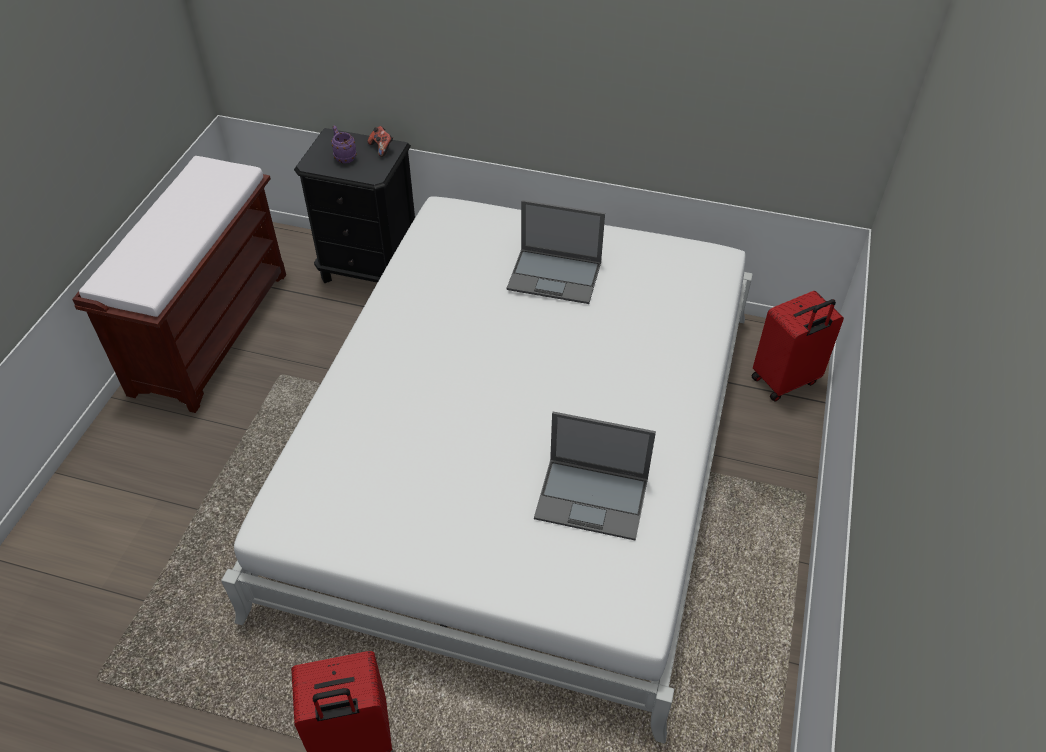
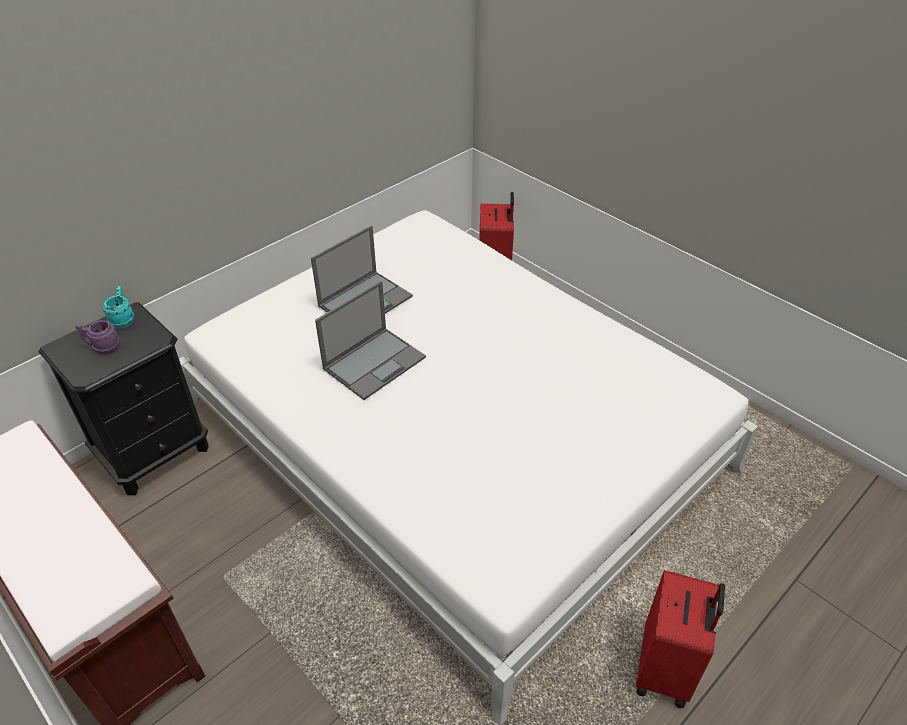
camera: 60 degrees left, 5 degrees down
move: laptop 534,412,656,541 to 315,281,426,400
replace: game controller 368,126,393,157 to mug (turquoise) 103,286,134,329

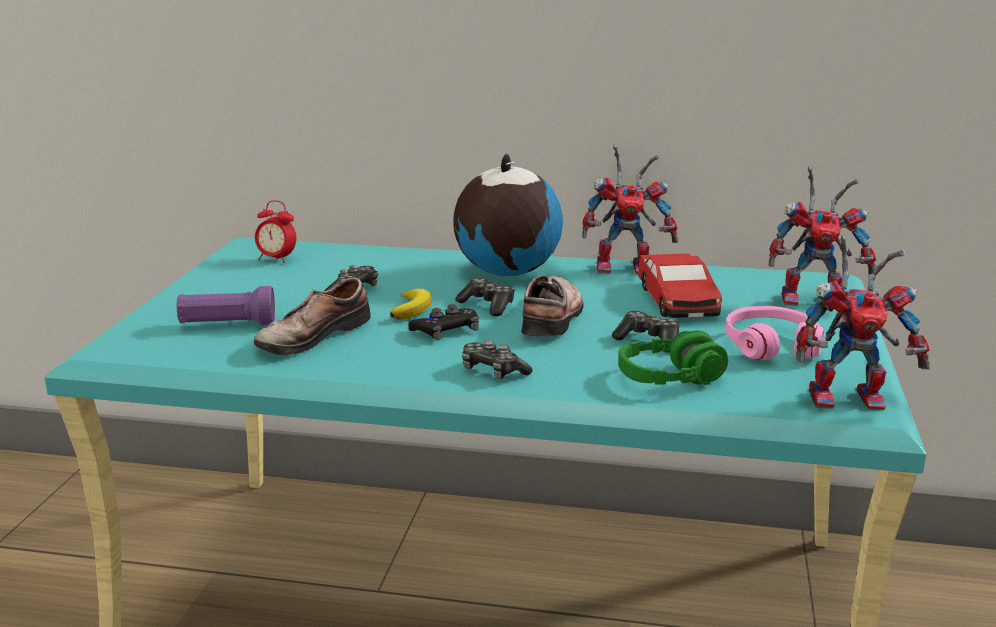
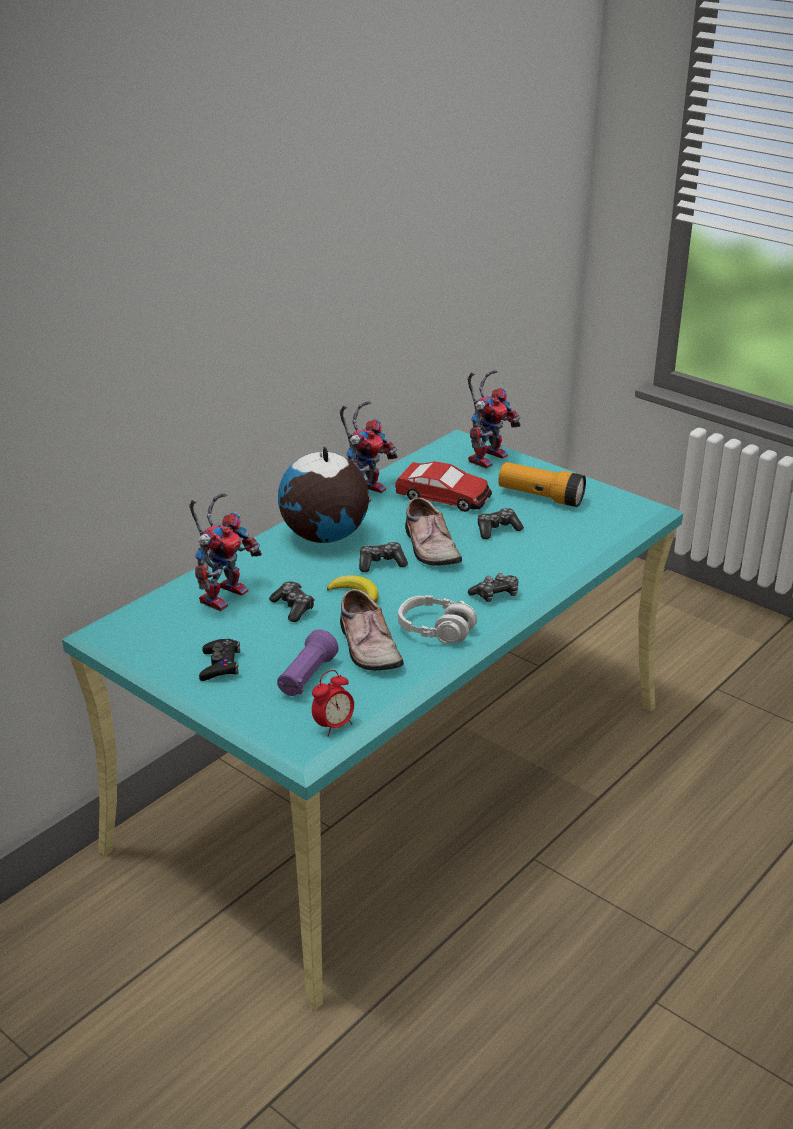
camera: 60 degrees left, 10 degrees up
delete: headphones (green) 618,330,728,385
insert: headphones (grey) 398,595,477,644
move: alarm clock 255,200,296,263 to 312,670,354,737; game controller (black) 409,304,479,341 to 199,639,240,681; toy robot 796,235,930,410 to 189,493,262,611
replace: headphones (pink) 725,306,824,360 to flashlight 499,462,586,507
rotate: shoe 521,275,583,337 = 405,498,462,566 150 degrees counterclockwise

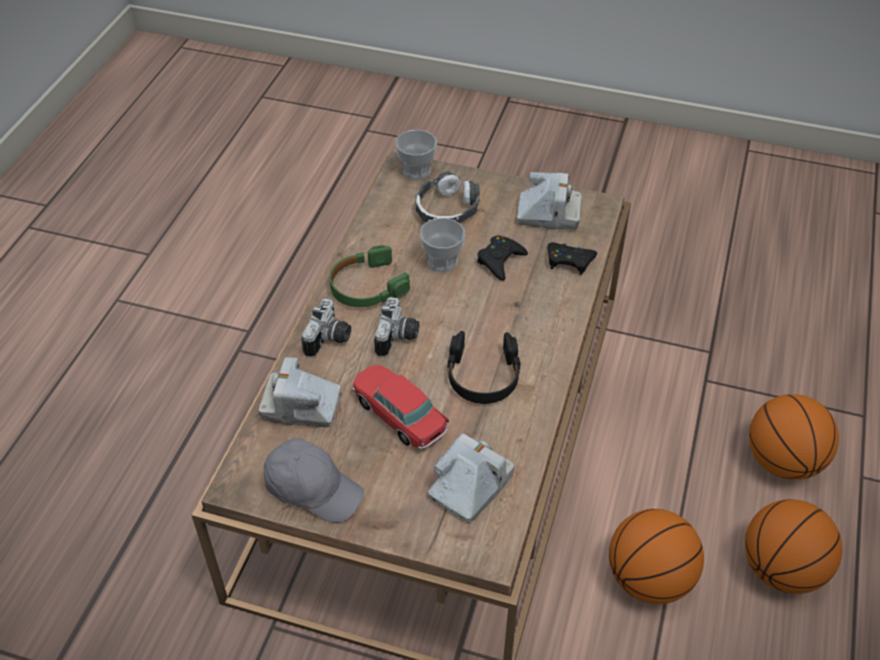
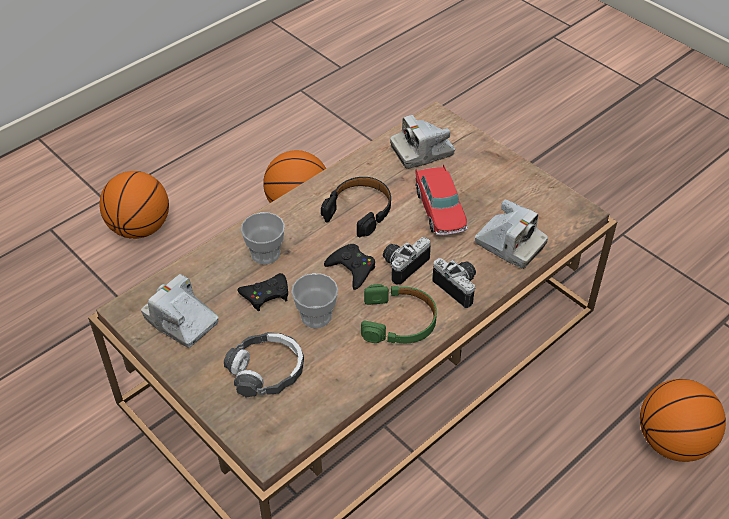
camera: 150 degrees left, 0 degrees up
delete: cap (grey) 264,438,364,523
move: cup 395,130,437,180 to 241,212,285,264; game controller (black) 548,242,597,275 to 324,244,375,290; basketball 745,499,843,594 to 640,379,726,462
rotate: photo camera 301,299,351,358 = 432,258,476,308 90 degrees clockwise

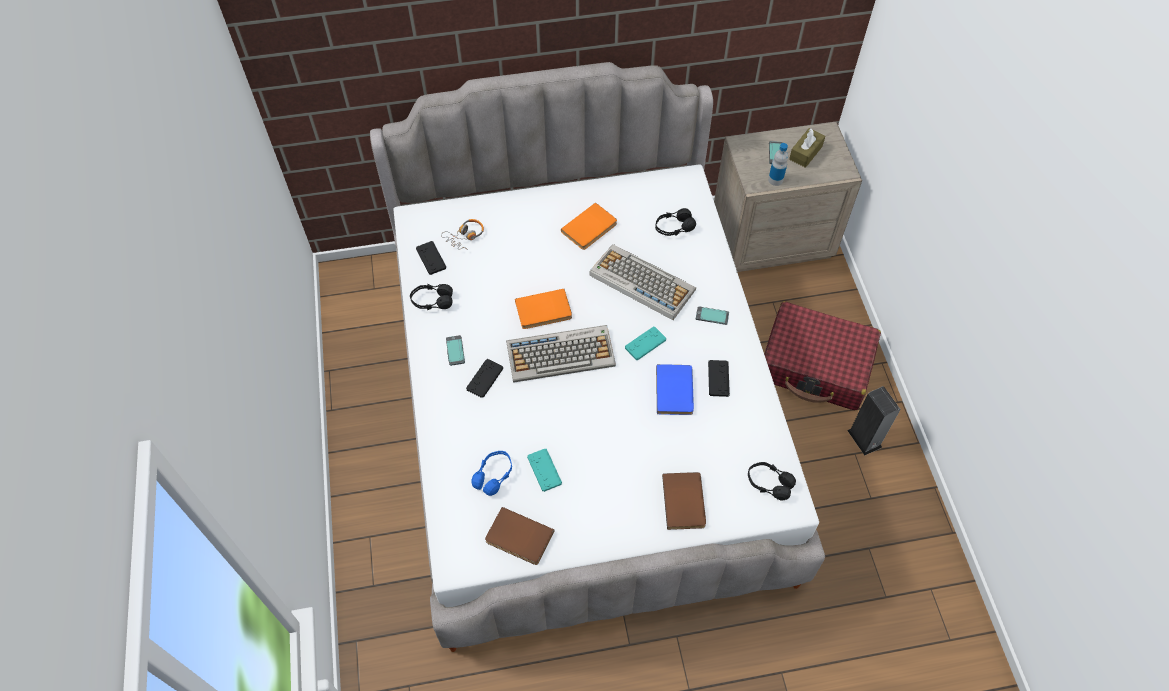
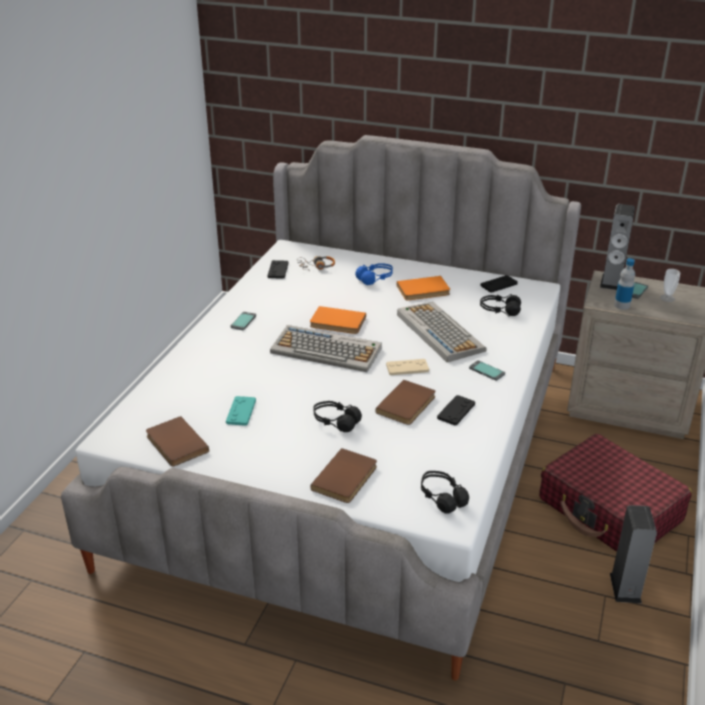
camera: 30 degrees right, 25 degrees down
insert: speaker 600,204,635,290
move: headphones (black) 410,284,453,311 to 314,401,362,432; game controller (black) 466,359,503,398 to 481,275,518,293; headphones (blue) 471,451,512,496 to 355,263,393,285
replace: tissue box (brown) 789,128,825,168 to cup 660,269,680,302
recolor: game controller (turquoise) 625,326,666,360 to game controller (beige) 386,359,429,375; book (blue) 656,364,694,415 to book (brown) 375,380,435,425

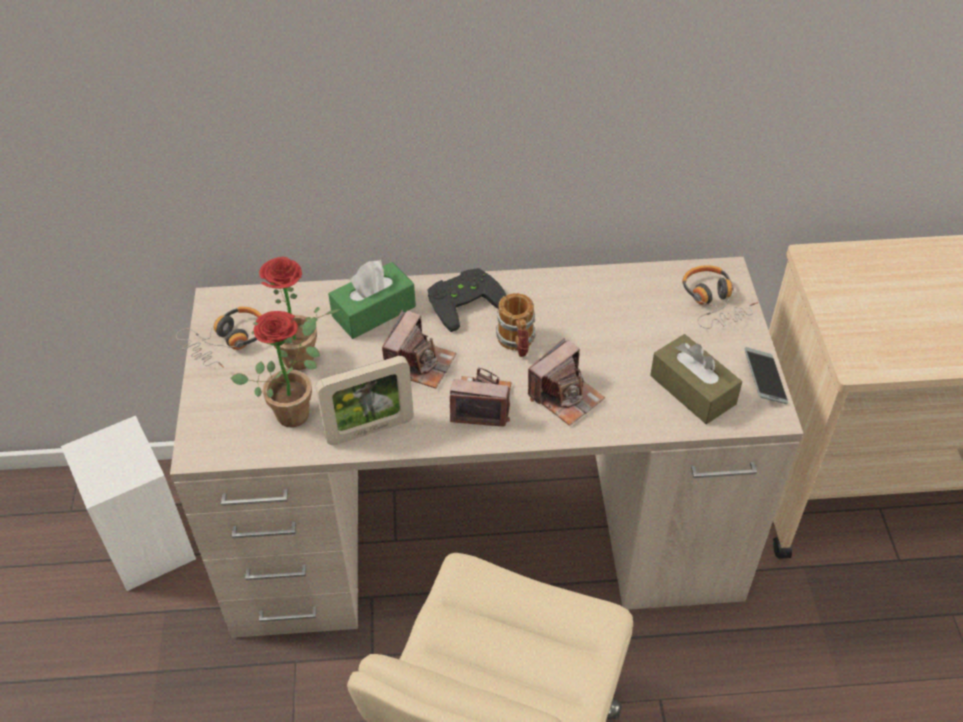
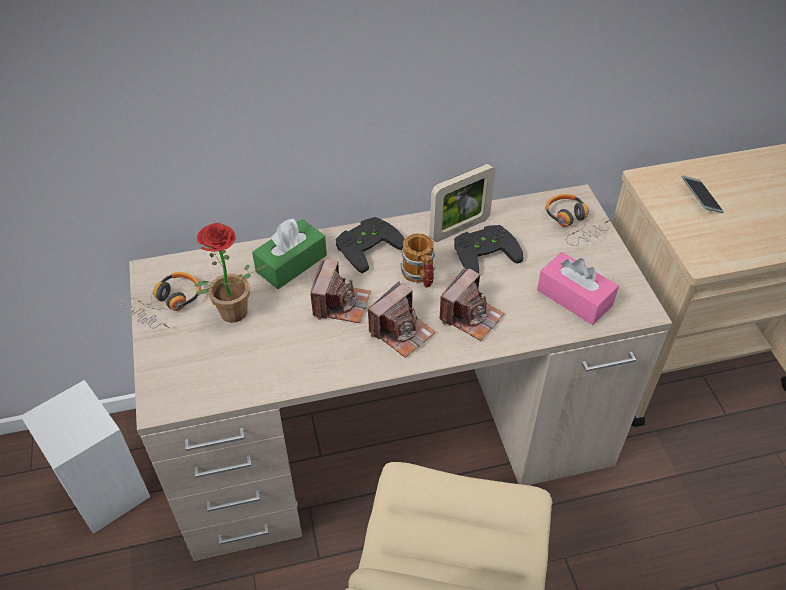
camera: 10 degrees left, 0 degrees up
delete: potted plant 230,311,320,427
insert: game controller (black) 454,225,523,273
move: picture frame 316,356,414,445 to 429,164,495,242; phone 744,347,788,404 to 681,175,724,213
recolor: tissue box (brown) 650,334,742,424 to tissue box (pink) 537,252,619,325
rotate: photo camera 450,367,511,427 = 368,281,436,358 135 degrees clockwise

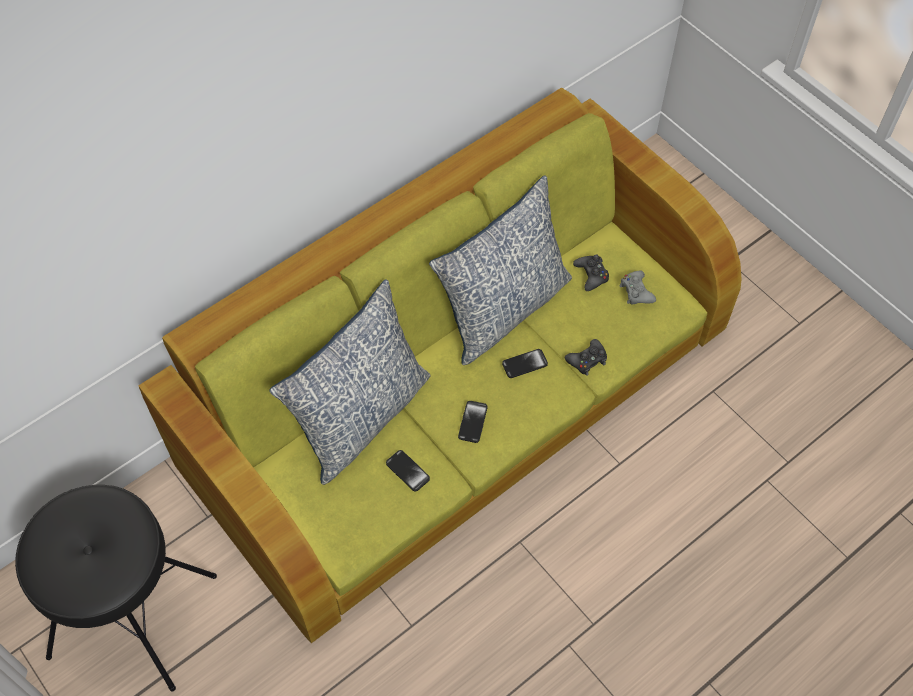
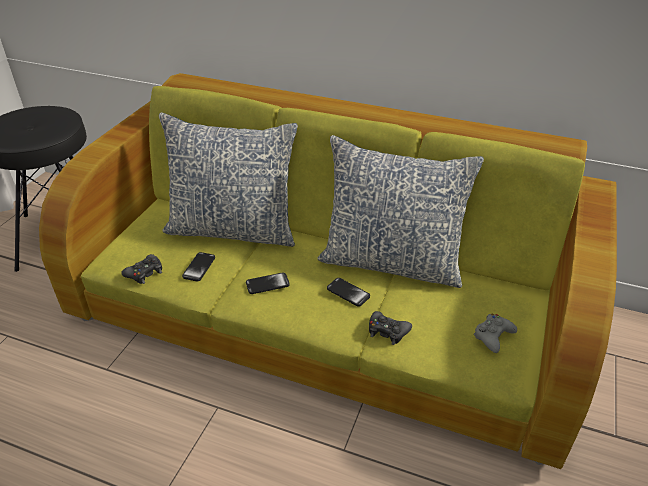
camera: 60 degrees right, 20 degrees down
move: game controller (black) 573,255,609,291 to 121,254,162,284

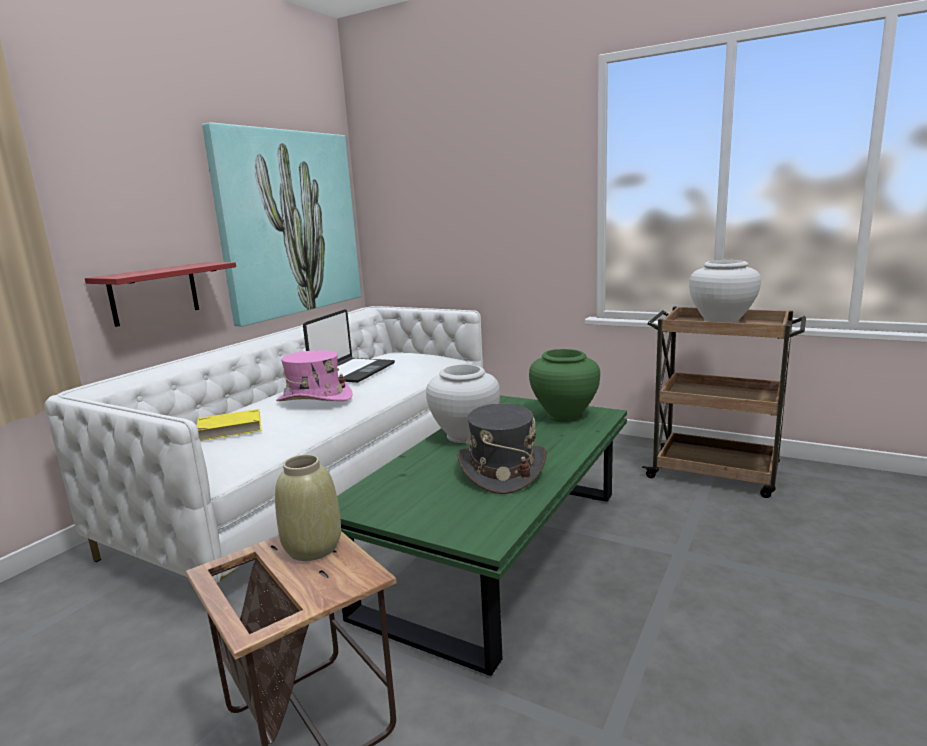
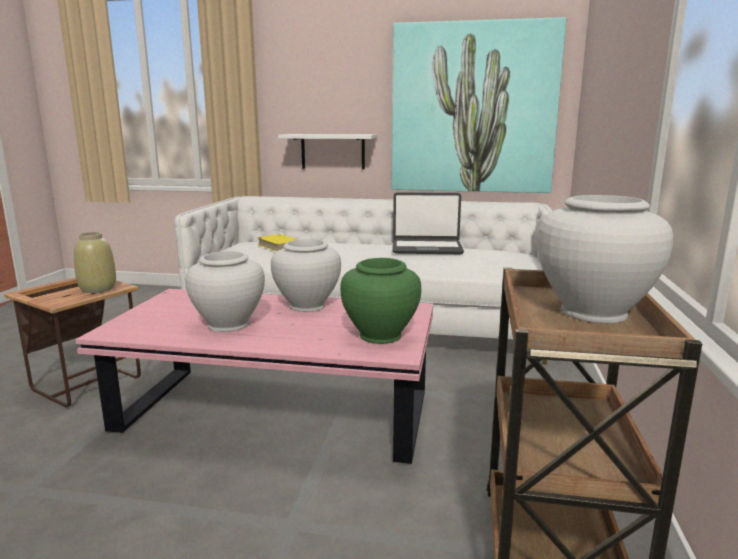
camera: 70 degrees right, 0 degrees up
delete: hat (pink) 276,350,353,401
replace: hat (grey) 457,403,547,494 to vase (white) 185,251,265,332
recolor: shelf (red) 85,262,236,327 to shelf (white) 278,134,377,169; coffee table (green) 337,395,627,676 to coffee table (pink) 75,289,433,464

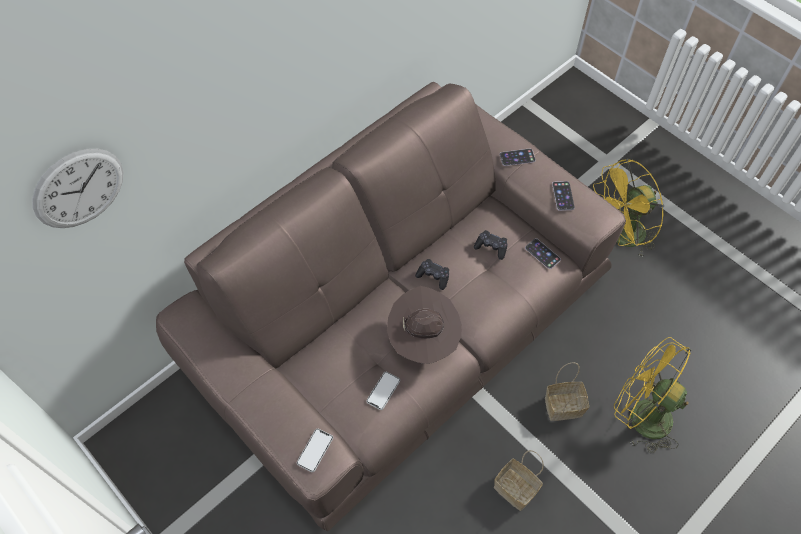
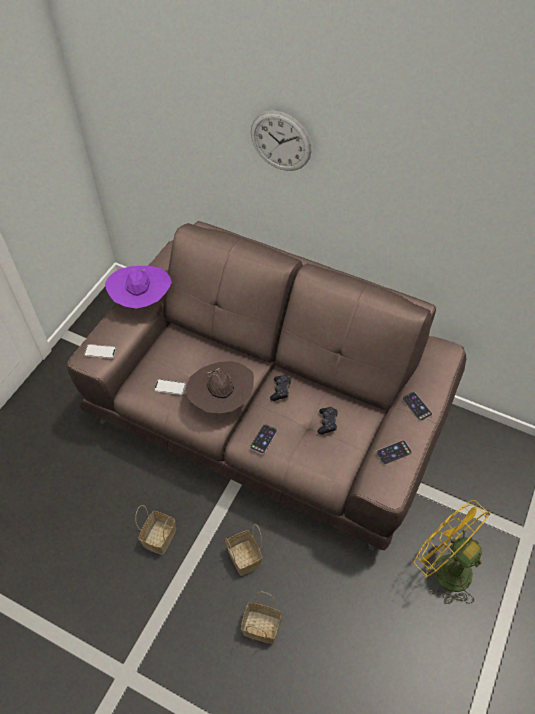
camera: 70 degrees right, 5 degrees down
insert: hat (purple) 105,266,172,309
move: wall clock 32,149,123,228 to 251,111,312,171; phone 525,238,561,269 to 250,424,277,454
replace: fan (yellow) 614,337,692,454 to basket 241,592,281,644

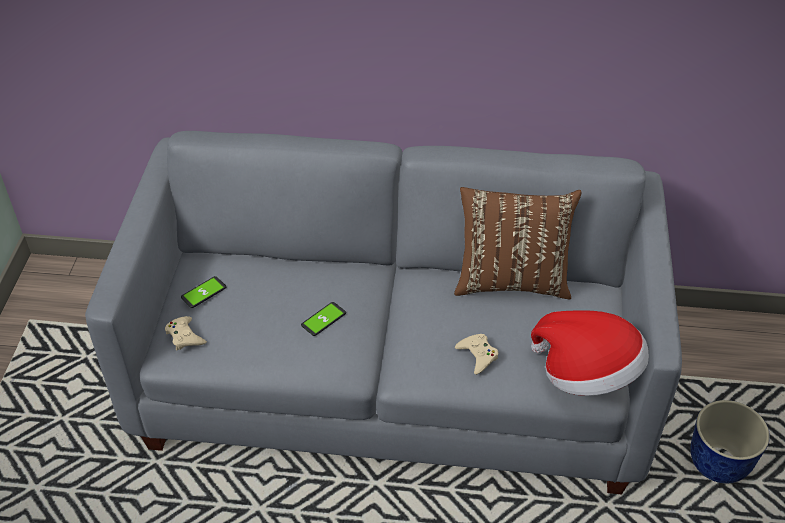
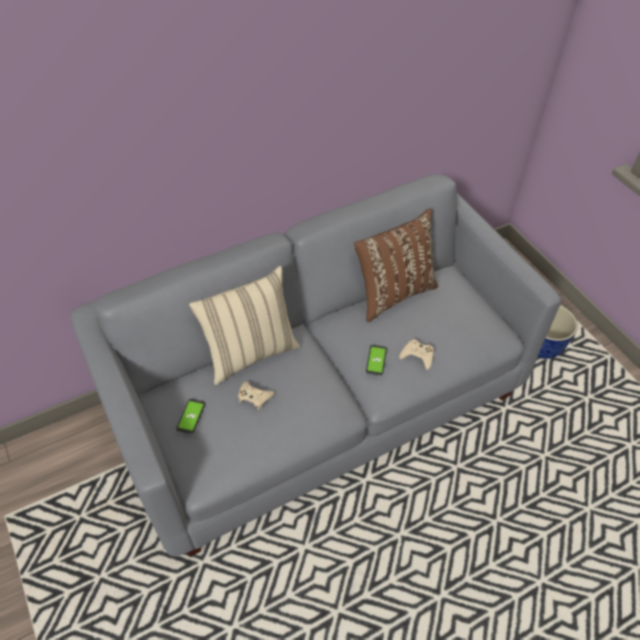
camera: 35 degrees left, 5 degrees up
delete: hat 531,310,649,396
insert: pillow (beige) 189,266,301,385
move: game controller (beige) 165,316,207,351 to 238,381,275,410; phone 301,302,346,336 to 366,345,387,375

